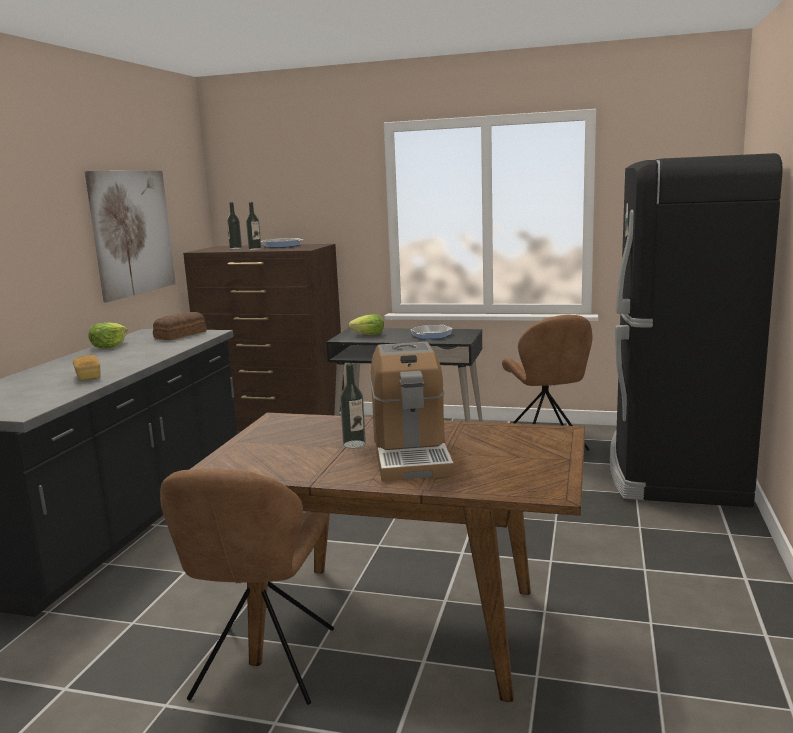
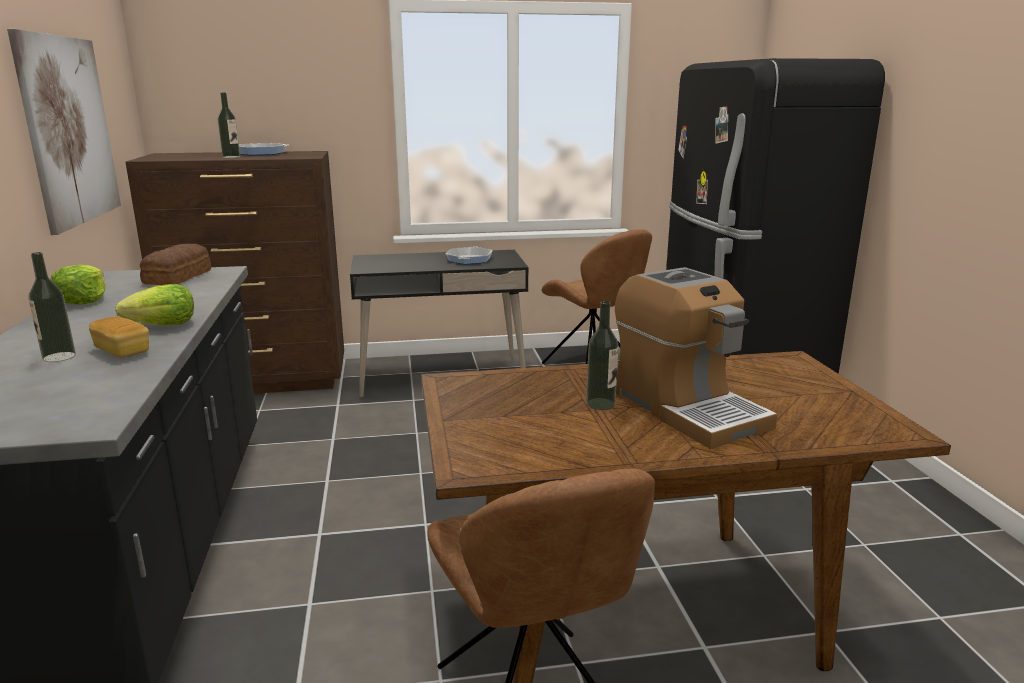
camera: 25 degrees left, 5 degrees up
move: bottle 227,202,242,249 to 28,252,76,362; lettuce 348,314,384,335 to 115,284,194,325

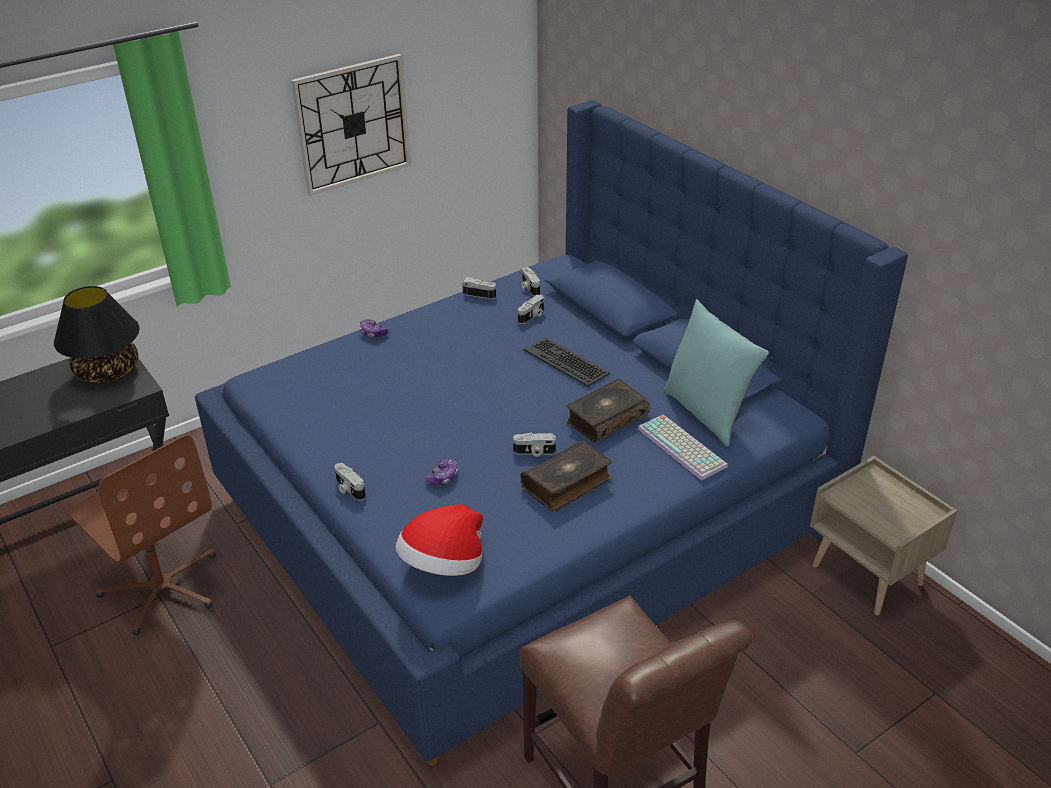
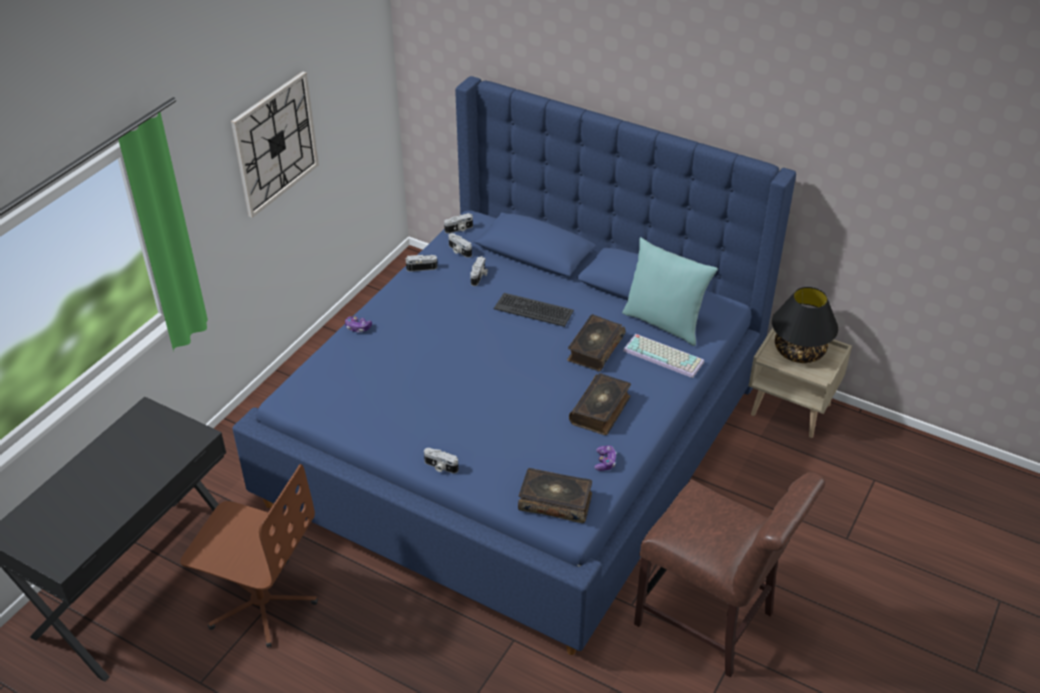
camera: 25 degrees left, 5 degrees up
move: table lamp (black) 54,286,140,383 to 772,287,838,363; game controller 425,459,458,485 to 594,445,616,471; photo camera 513,432,556,457 to 444,213,473,233
replace: hat 395,504,483,576 to book 518,468,592,523

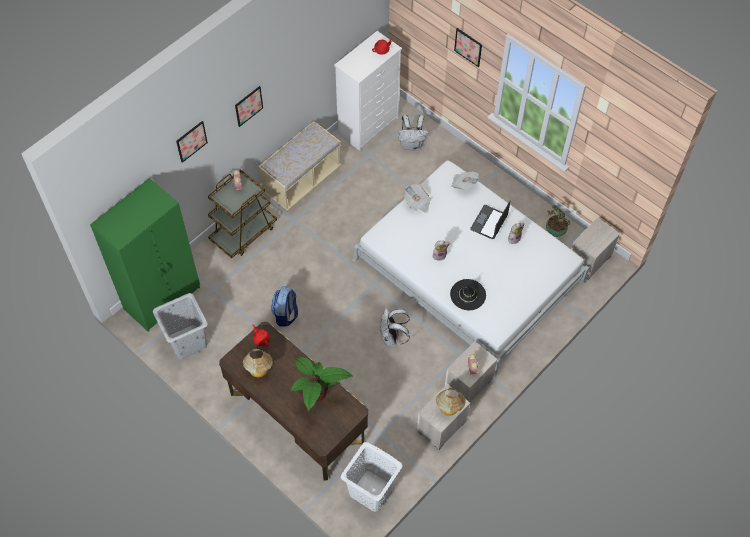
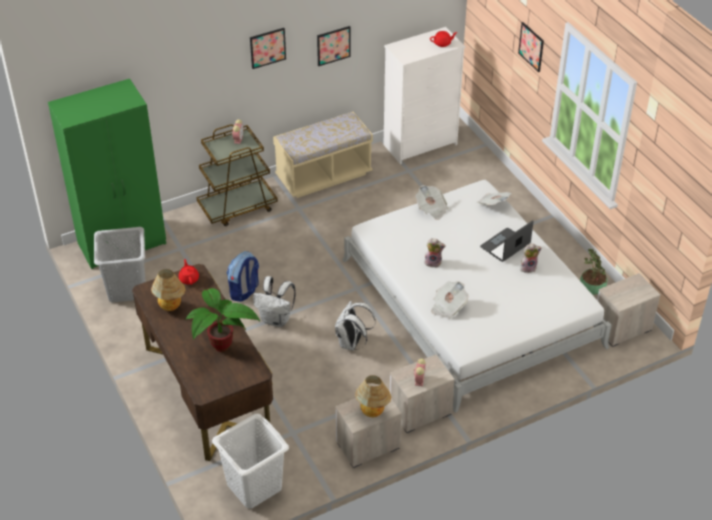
camera: 20 degrees right, 15 degrees down
move: picture 176,121,208,163 to 317,26,351,66; backpack (white) 398,115,428,150 to 253,276,296,327
replace: hat (black) 450,279,486,310 to newspaper 431,281,468,319

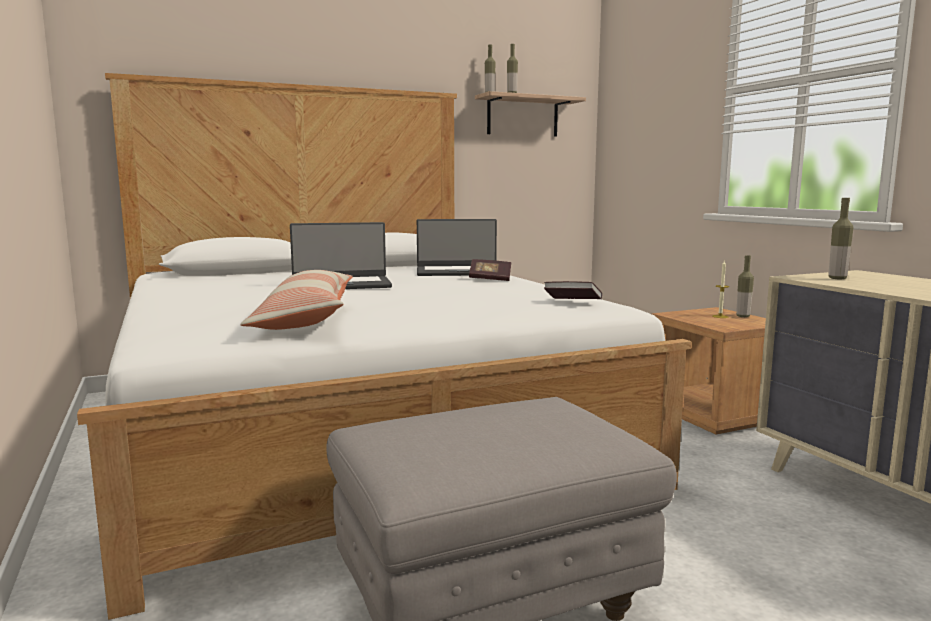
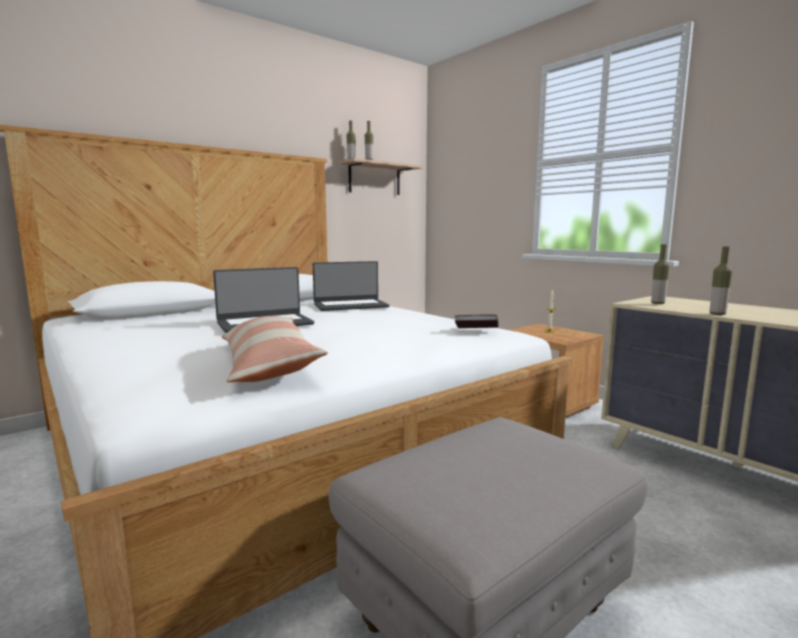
camera: 15 degrees left, 0 degrees up
delete: book 469,259,511,281
move: bottle 736,255,754,317 to 710,247,733,315

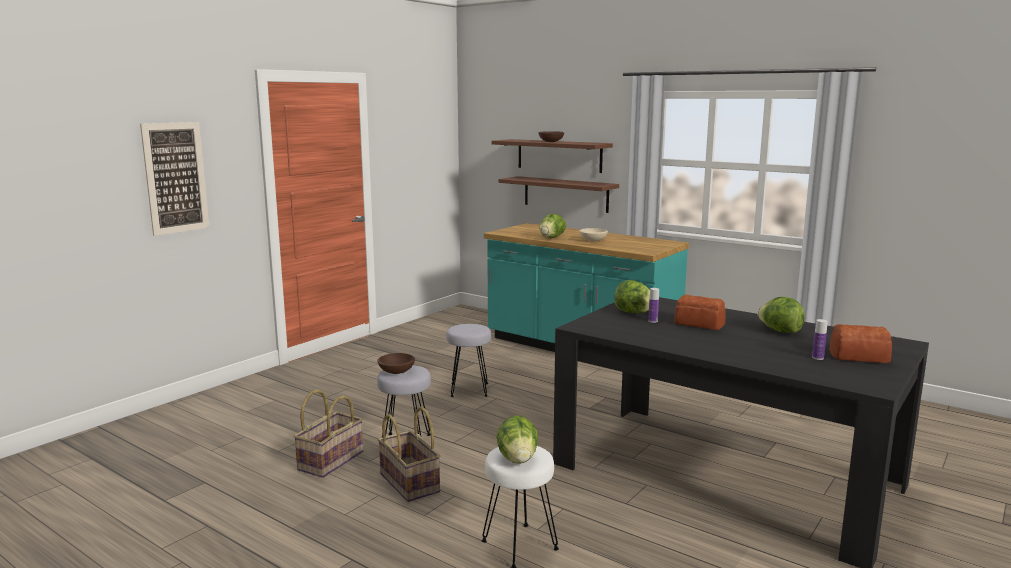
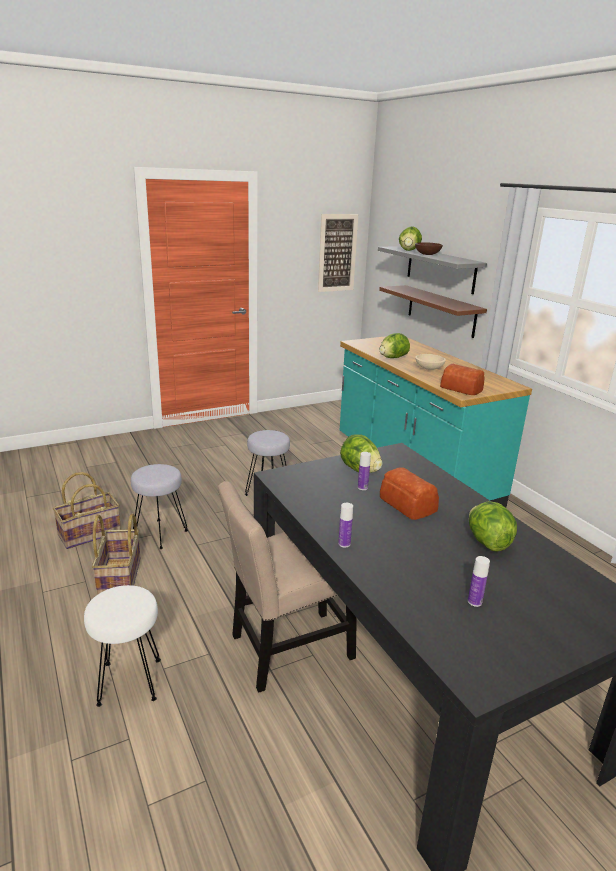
camera: 25 degrees right, 10 degrees up
delete: bowl (brown) 377,353,415,374
insert: chair (beige) 218,481,357,692; bottle 338,503,353,548
move: picture 140,122,210,236 to 318,214,358,292; lettuce 496,415,538,464 to 399,226,422,251; bread 830,324,892,363 to 440,364,485,395
recolor: shelf (brown) 492,139,613,173 to shelf (grey) 378,246,487,294

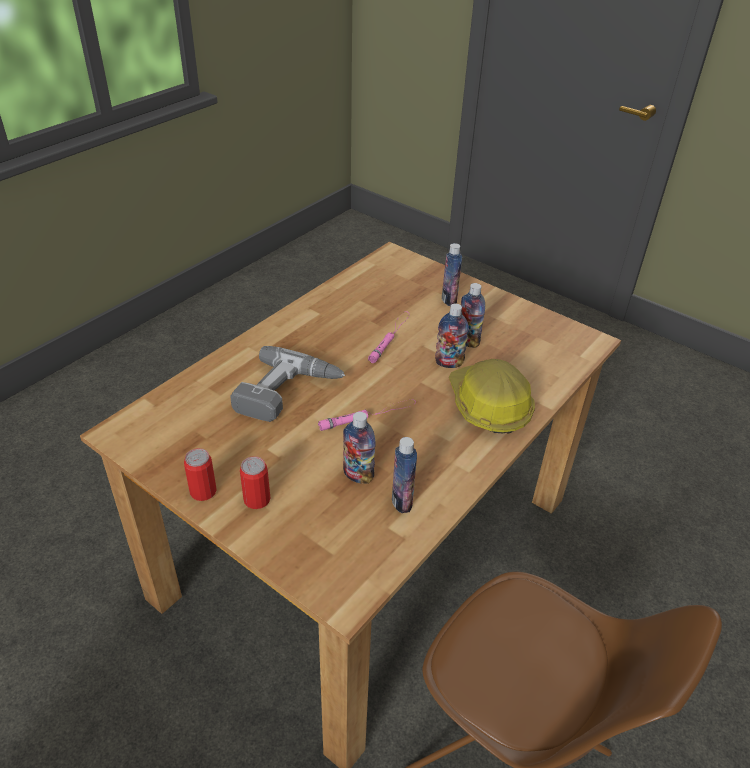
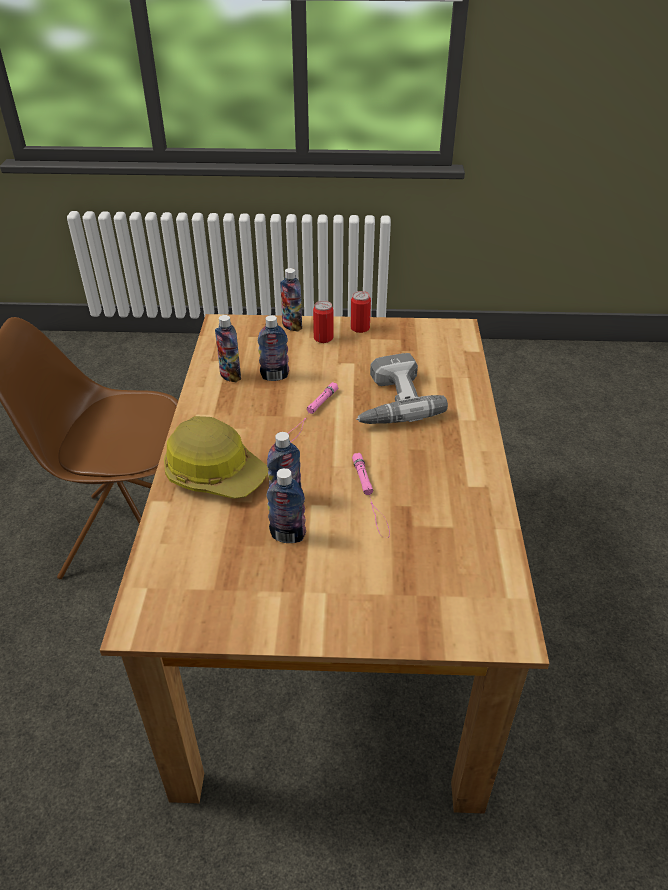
camera: 145 degrees right, 0 degrees up
move: bottle 442,243,462,306 to 280,268,302,332

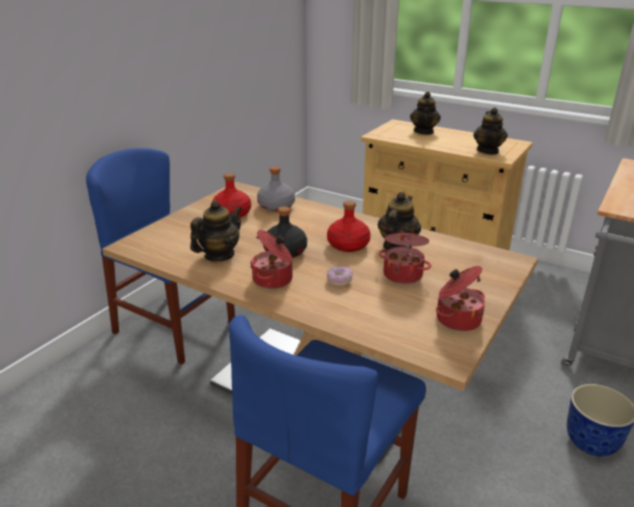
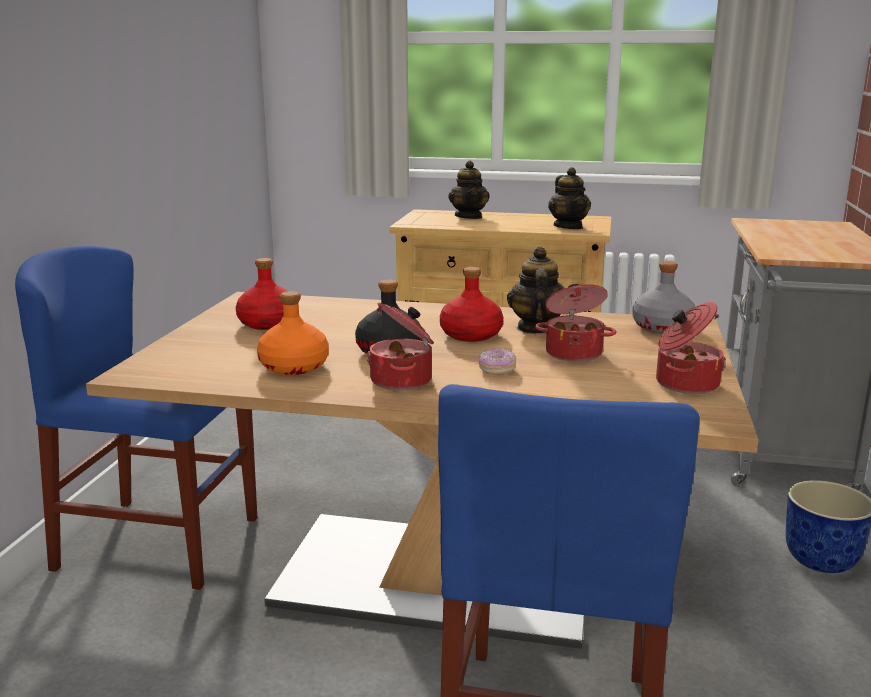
camera: 20 degrees left, 10 degrees down
move: bottle (grey) 257,166,295,212 to 632,261,695,334
replace: teapot 190,200,243,261 to bottle (orange) 257,291,329,375

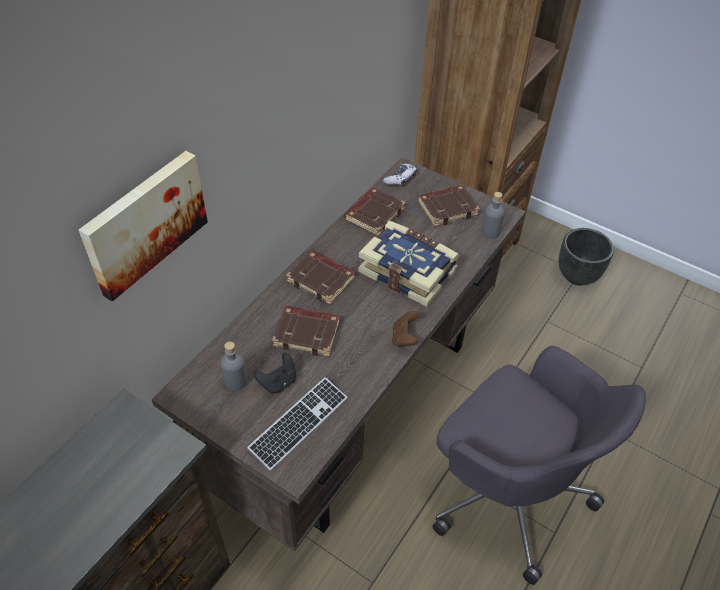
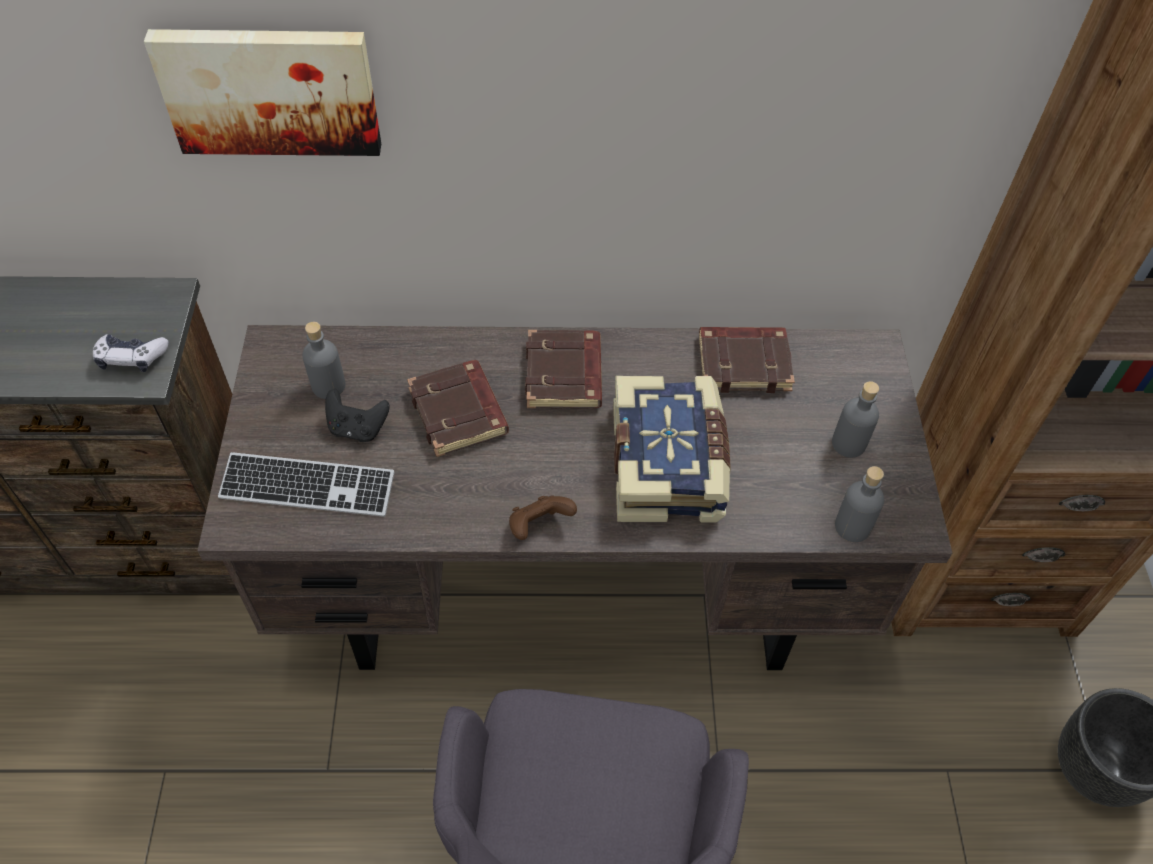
camera: 55 degrees right, 5 degrees up
move: game controller 383,164,417,187 to 93,334,169,372
replace: book (brown) 418,185,480,227 to bottle (grey) 832,381,879,458

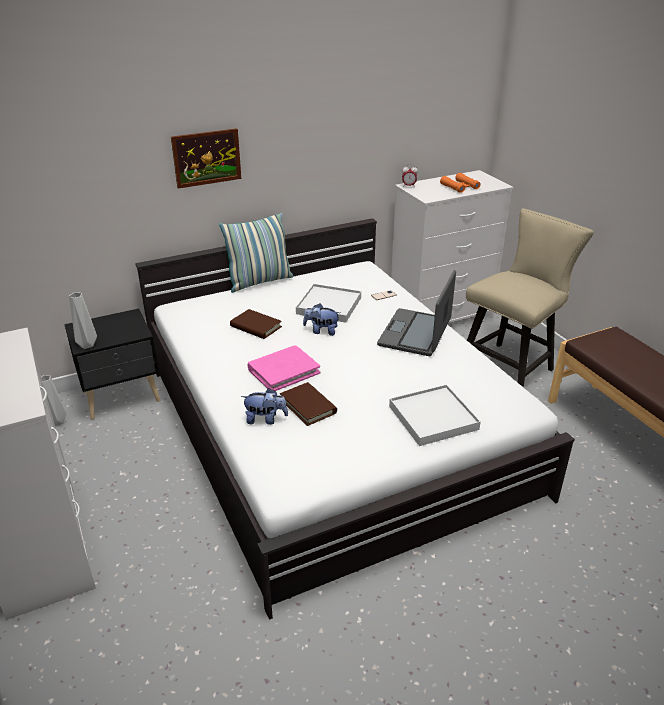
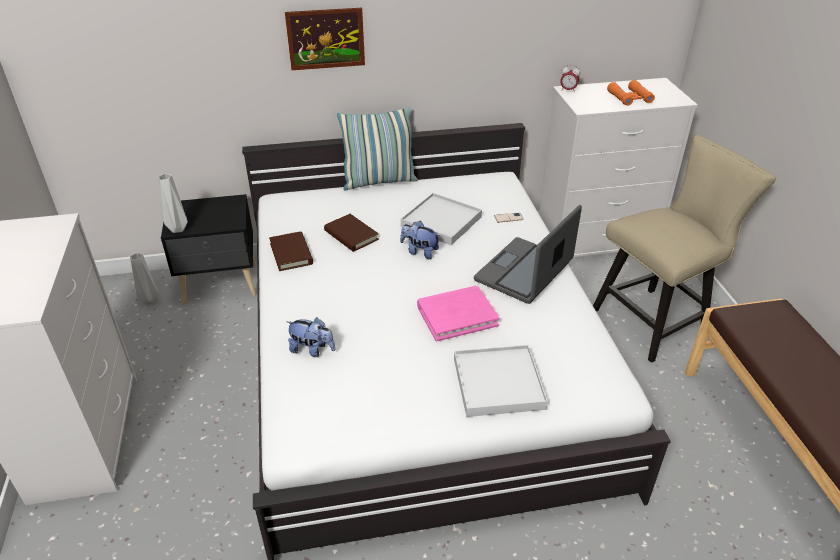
camera: 15 degrees right, 5 degrees up
move: book (pink) 248,346,320,391 to 417,286,499,342; book (brown) 280,382,337,426 to 269,231,313,271

